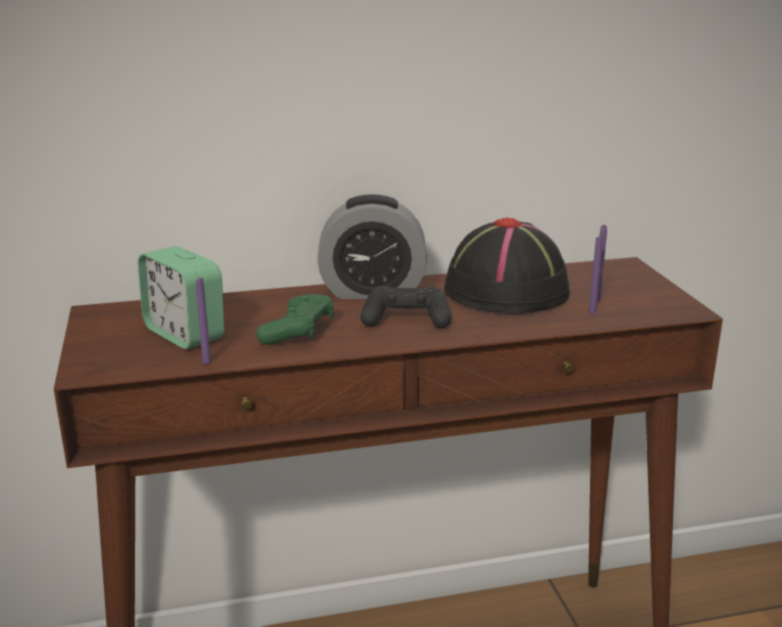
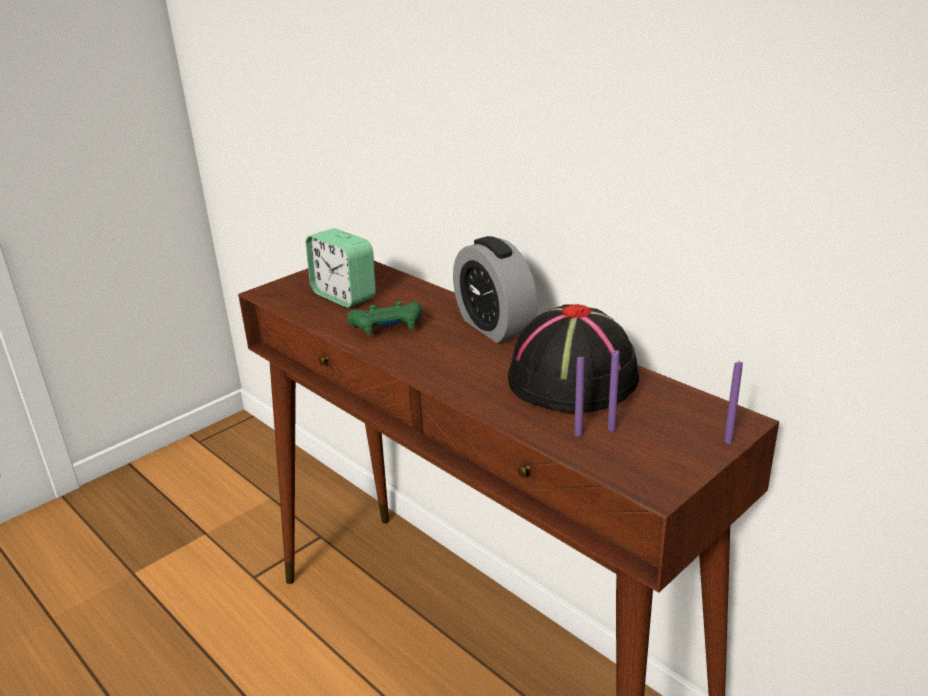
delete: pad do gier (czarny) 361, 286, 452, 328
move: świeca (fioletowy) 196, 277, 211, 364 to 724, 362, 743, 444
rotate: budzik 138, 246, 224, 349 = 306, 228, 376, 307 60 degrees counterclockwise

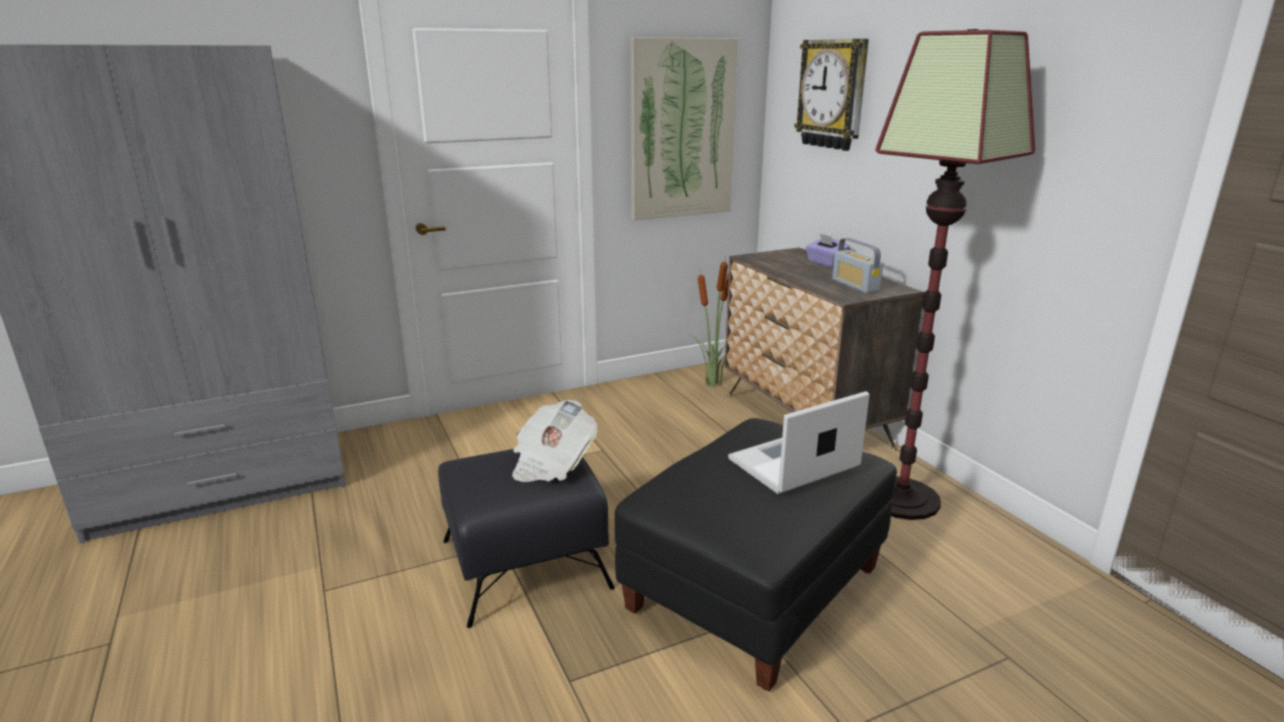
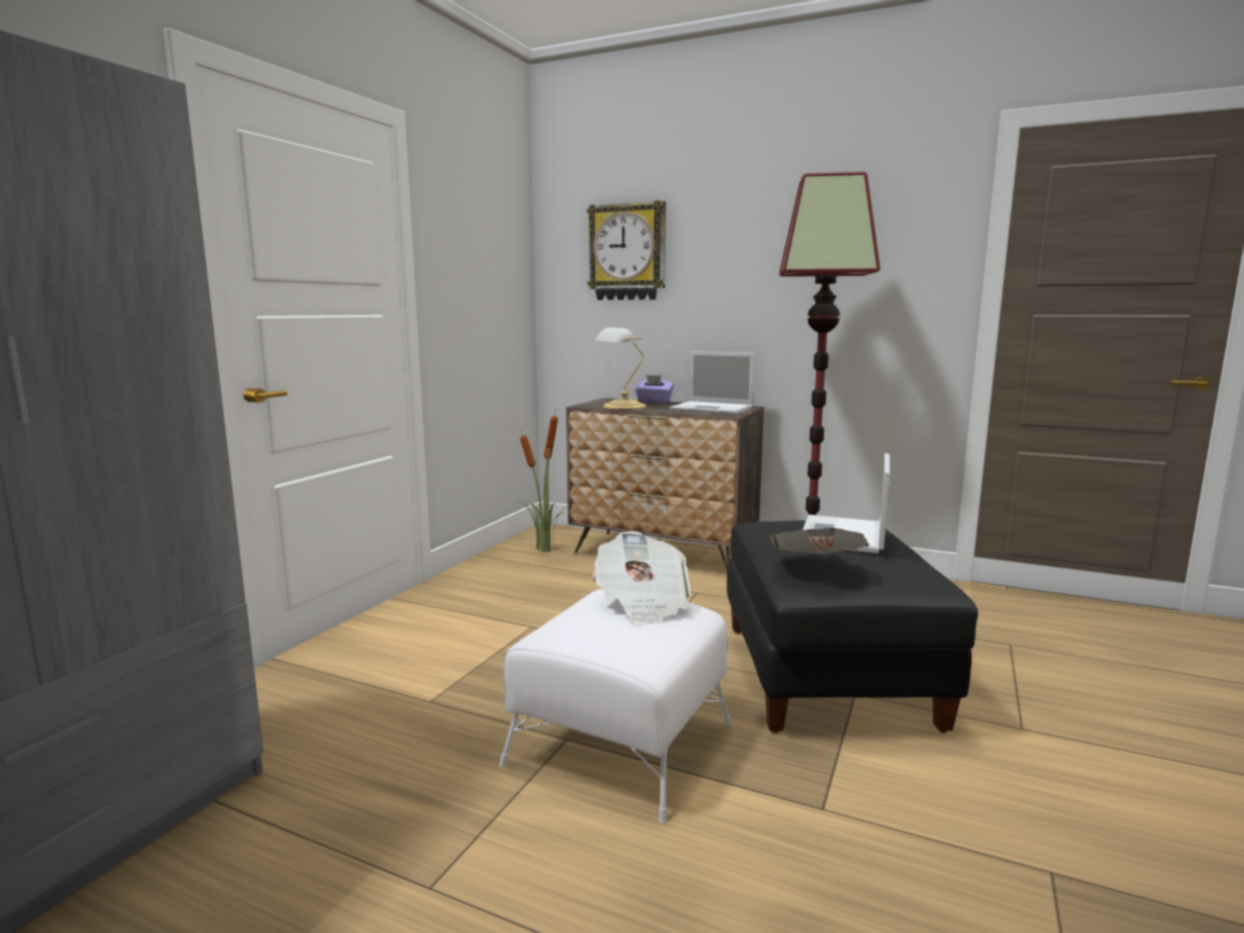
delete: obraz 630, 37, 738, 220
insert: lampa stołowa 595, 327, 646, 409; gazeta 769, 528, 869, 553
replace: radio 832, 238, 883, 293 to laptop 670, 351, 755, 415
recolor: pufa (czarny) 438, 449, 615, 628 to pufa (biały) 499, 589, 732, 824

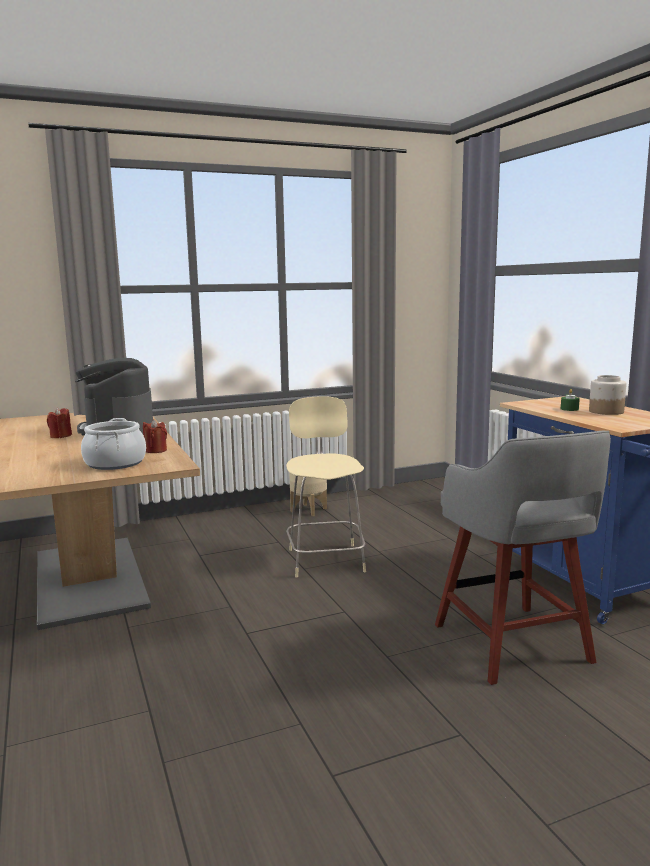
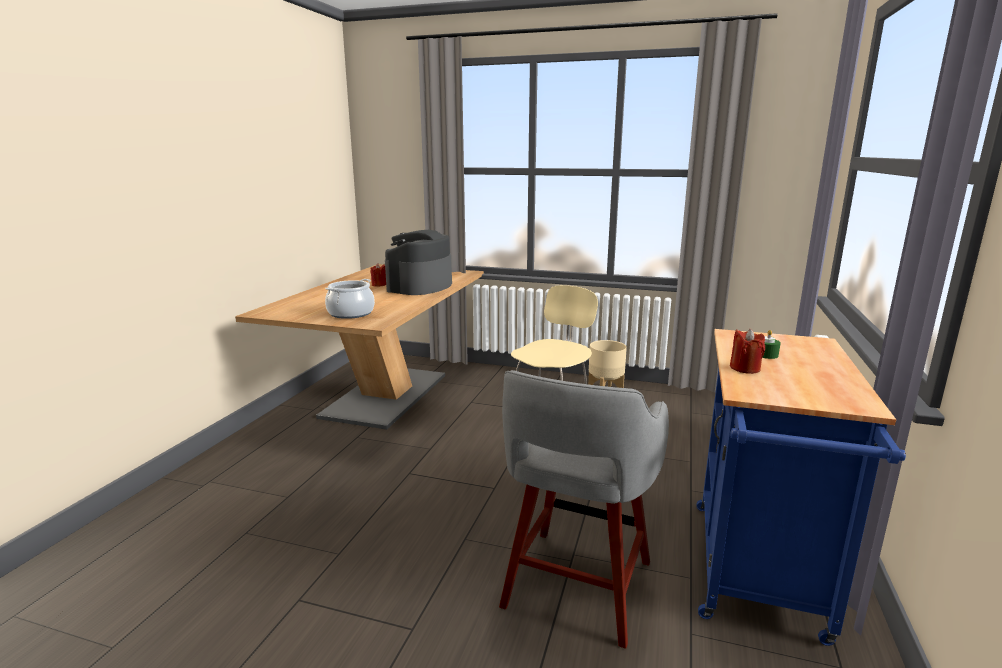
delete: słoik 589, 375, 626, 415
move: świeca (czerwony) 143, 419, 167, 453 to 730, 329, 765, 374

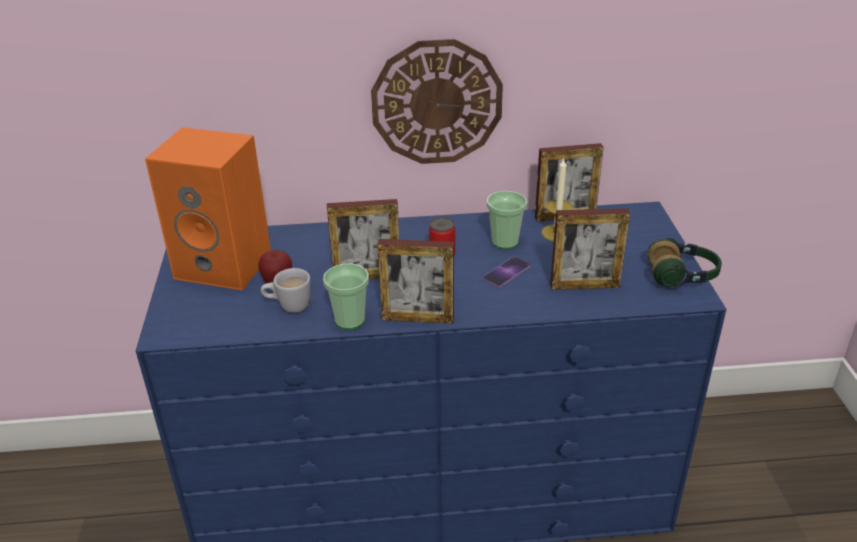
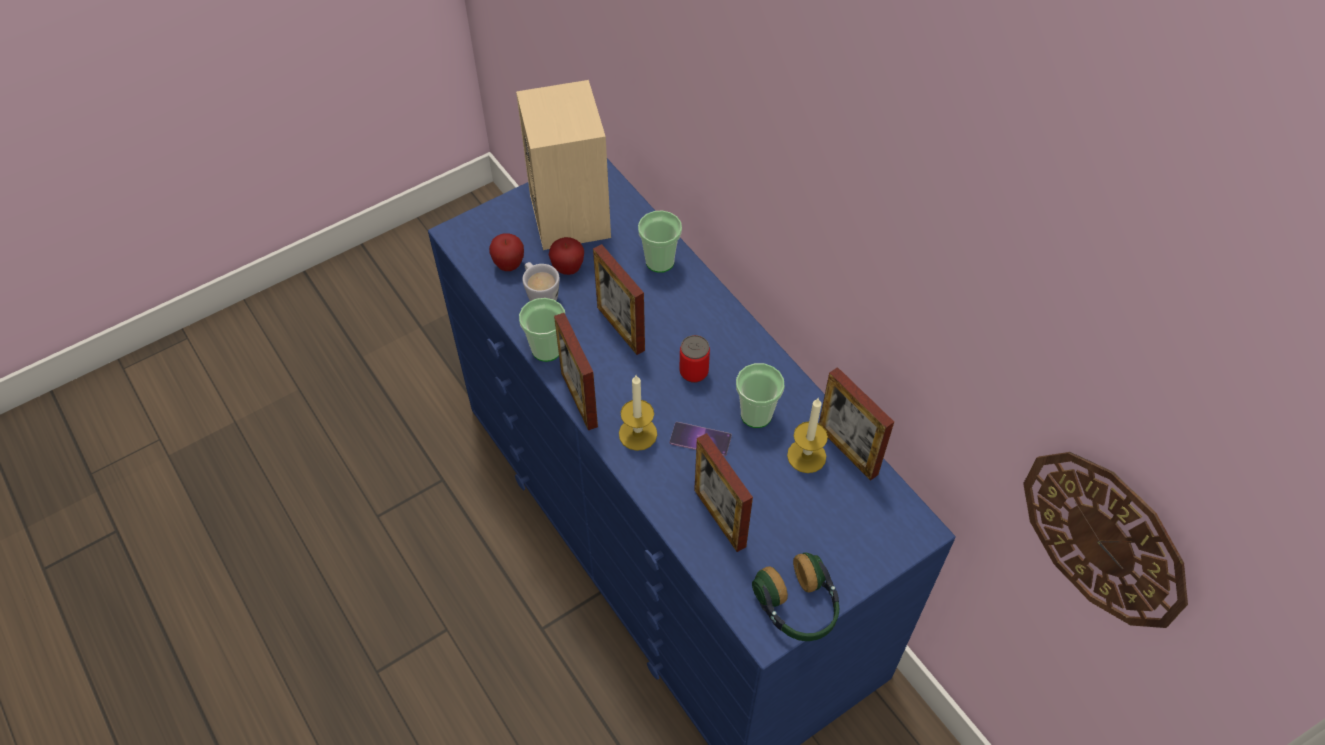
insert: filiżanka 638, 210, 682, 273; jabłko 489, 233, 524, 271; świeca 619, 375, 657, 451
move: zegar ścienny 371, 39, 503, 164 to 1023, 452, 1188, 628
recolor: głośnik (pomarańczowy) 145, 127, 271, 291 to głośnik (beżowy) 516, 80, 611, 250

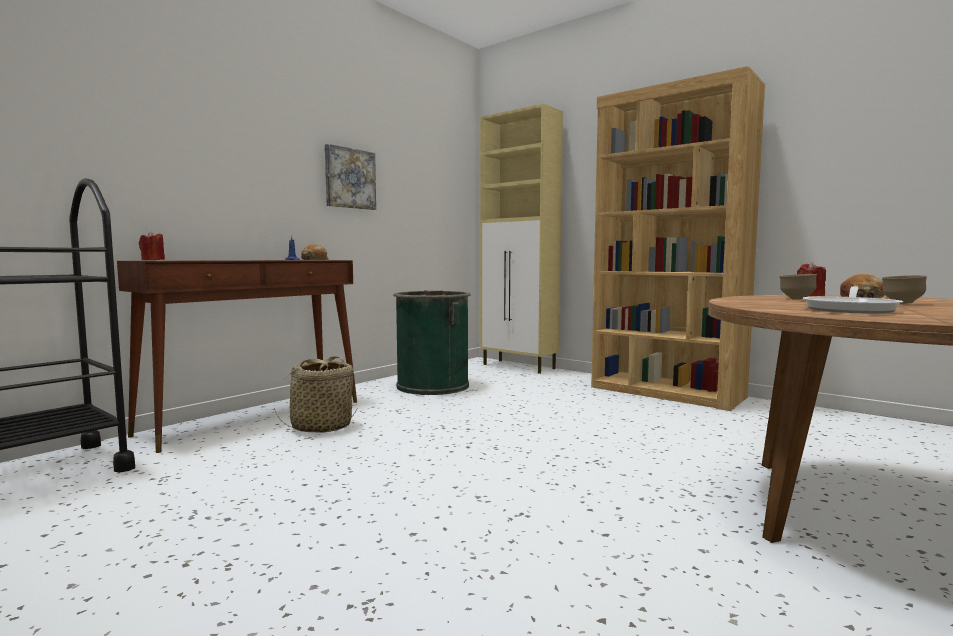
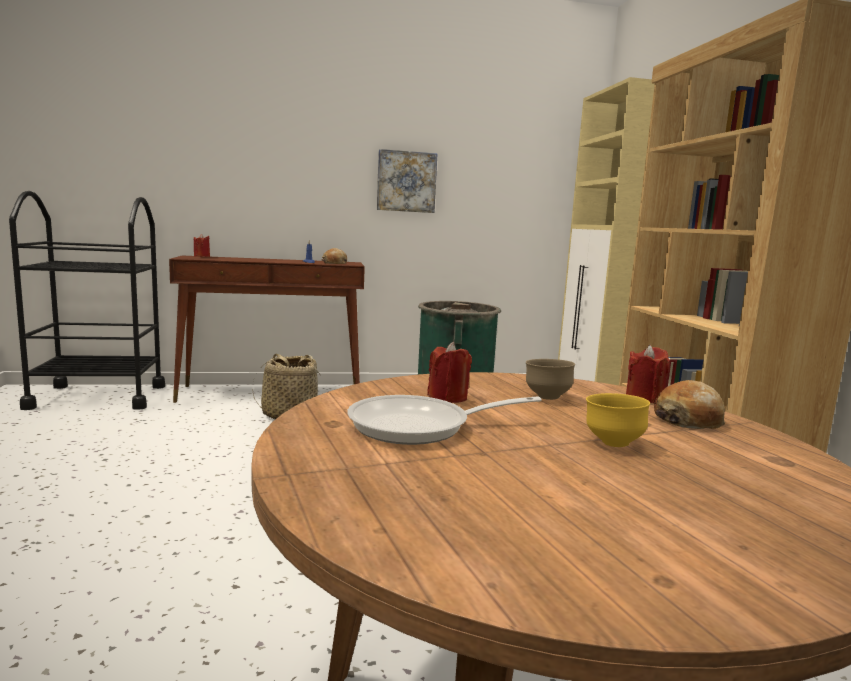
insert: świeca (czerwony) 427, 342, 472, 403
recolor: miska (brązowy) 882, 275, 927, 304 to miska (żółty) 586, 393, 650, 447

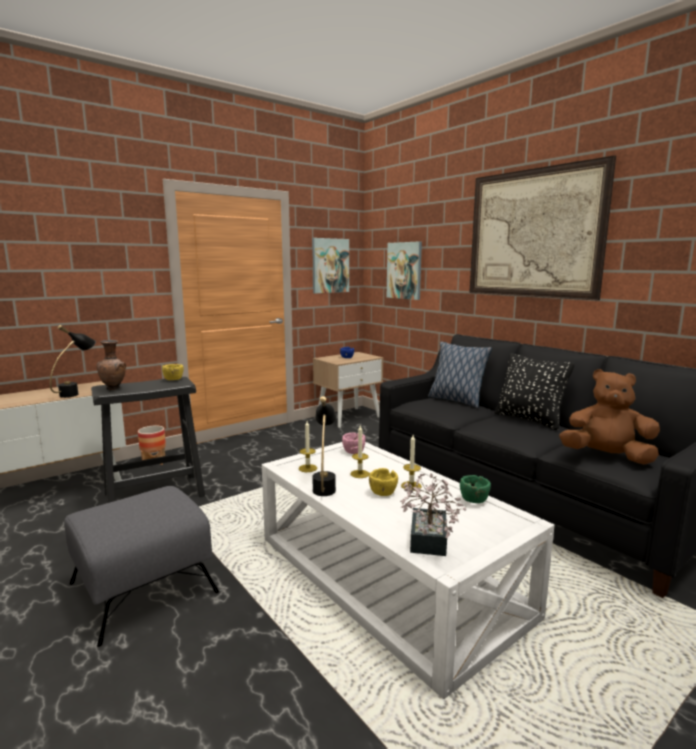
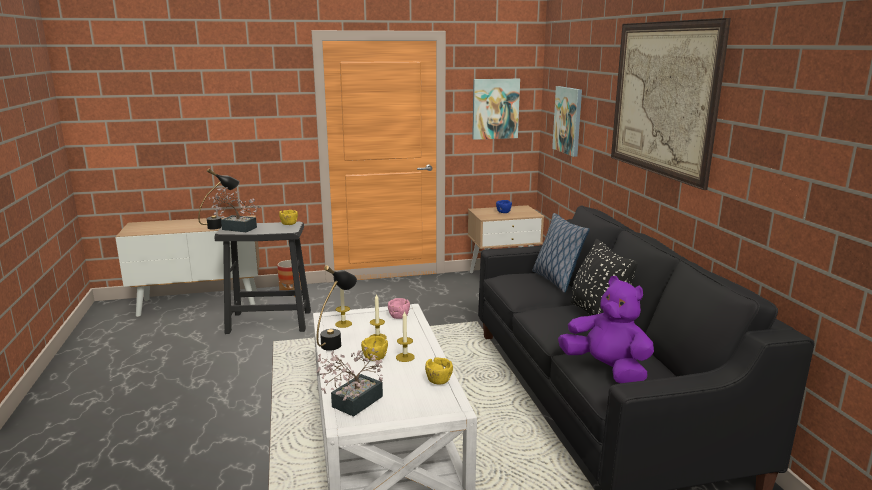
delete: pufa (szary) 64, 486, 219, 647
replace: wazon (brązowy) 96, 340, 126, 390 to roślina doniczkowa 208, 187, 261, 232
recolor: pluszak (brązowy) 559, 369, 660, 465 to pluszak (fioletowy) 558, 276, 654, 383; miska (zielony) 460, 475, 491, 503 to miska (żółty) 425, 358, 453, 385

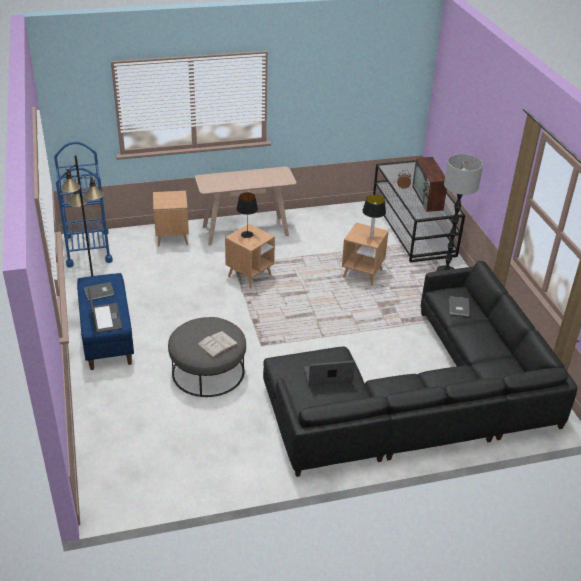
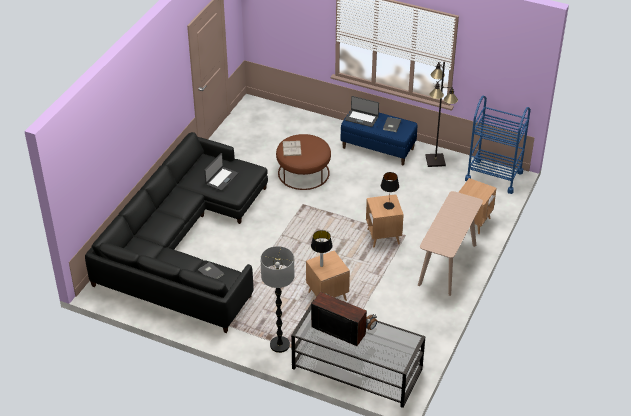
recolor: pufa (szary) 168, 317, 246, 397 to pufa (brązowy) 276, 134, 331, 190

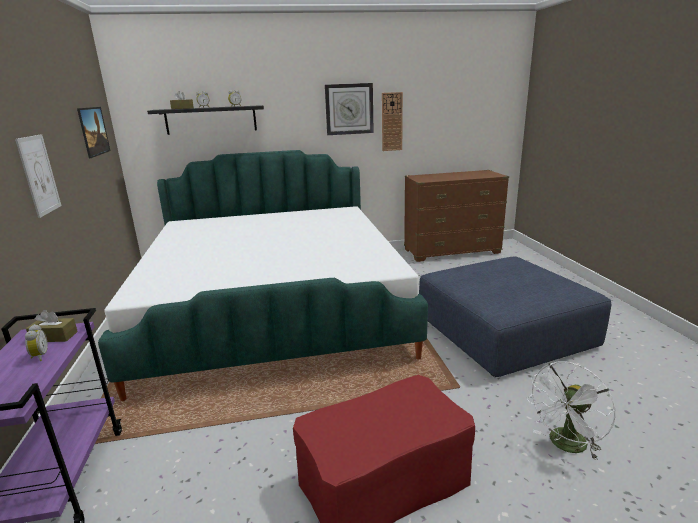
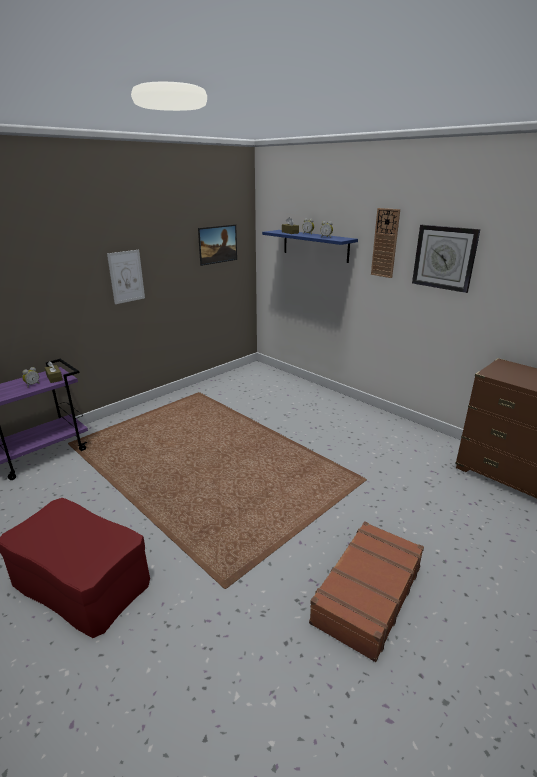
delete: łóżko 98, 150, 428, 401; wentylator (biały) 526, 361, 616, 460
move: zegar ścienny 382, 92, 403, 151 to 371, 208, 400, 278
replace: pufa (niebieski) 419, 256, 611, 377 to walizka (brązowy) 309, 521, 424, 662
recolor: półka (czarny) 147, 105, 264, 135 to półka (niebieski) 262, 230, 358, 263

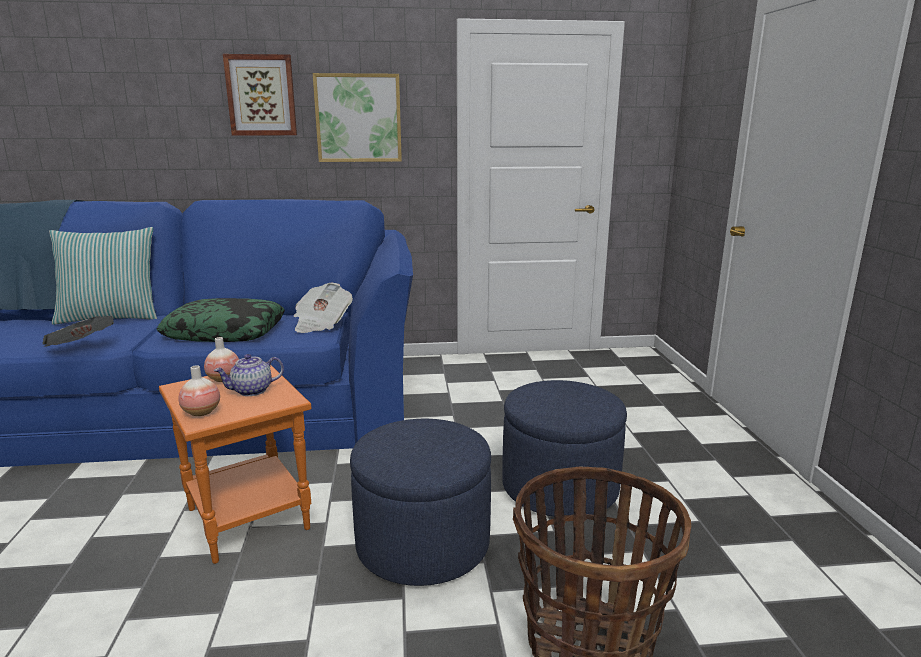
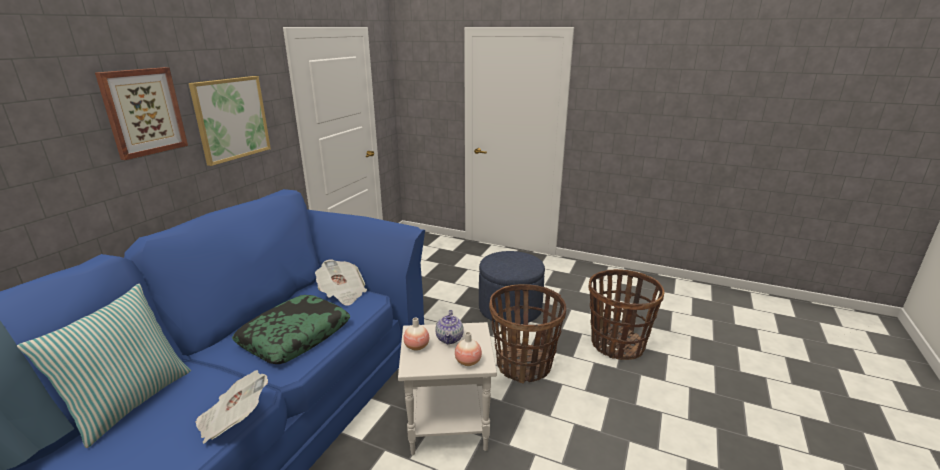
replace: pufa (niebieski) 350, 419, 491, 586 to koszyk 489, 284, 566, 384
recolor: stolik (pomarańczowy) 159, 365, 311, 564 to stolik (biały) 398, 322, 497, 455

